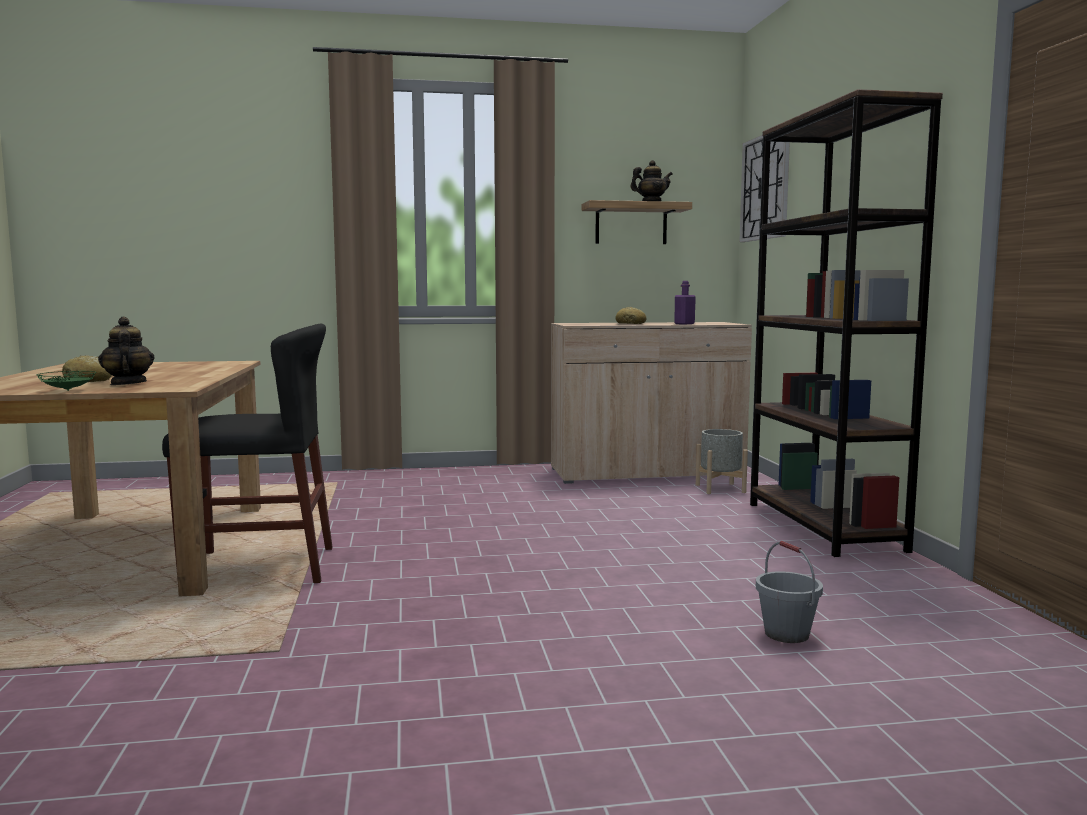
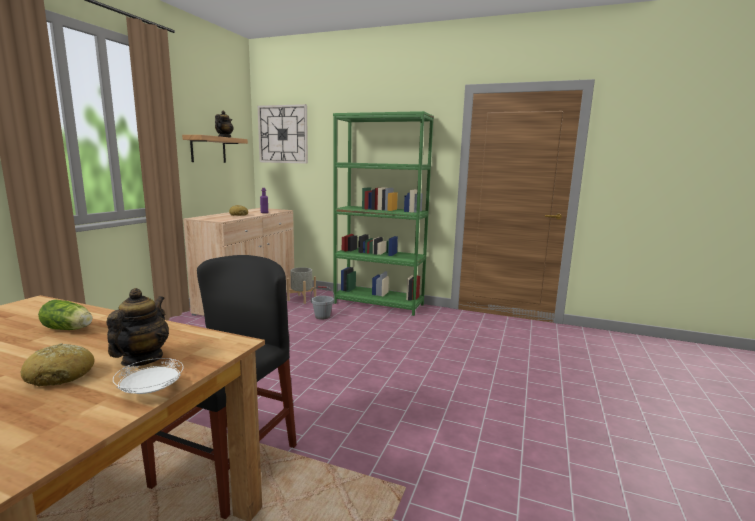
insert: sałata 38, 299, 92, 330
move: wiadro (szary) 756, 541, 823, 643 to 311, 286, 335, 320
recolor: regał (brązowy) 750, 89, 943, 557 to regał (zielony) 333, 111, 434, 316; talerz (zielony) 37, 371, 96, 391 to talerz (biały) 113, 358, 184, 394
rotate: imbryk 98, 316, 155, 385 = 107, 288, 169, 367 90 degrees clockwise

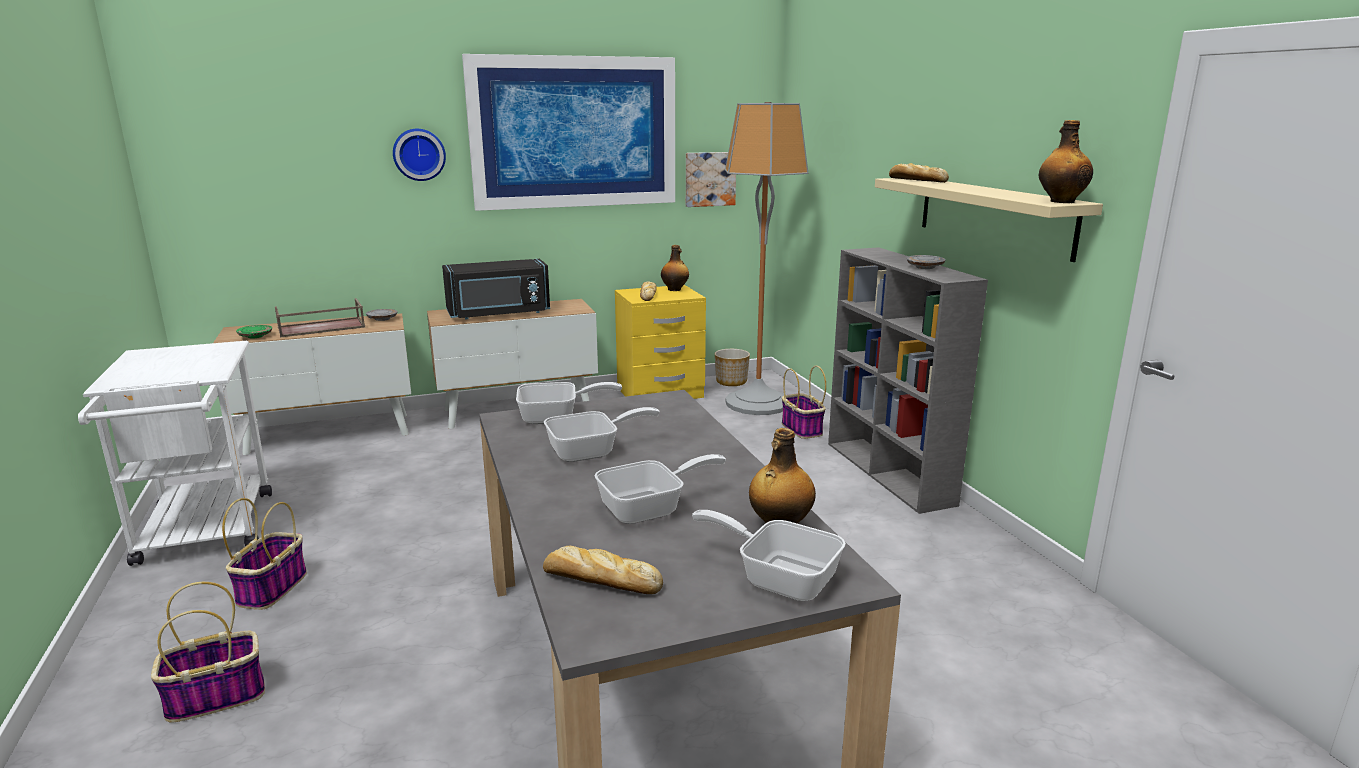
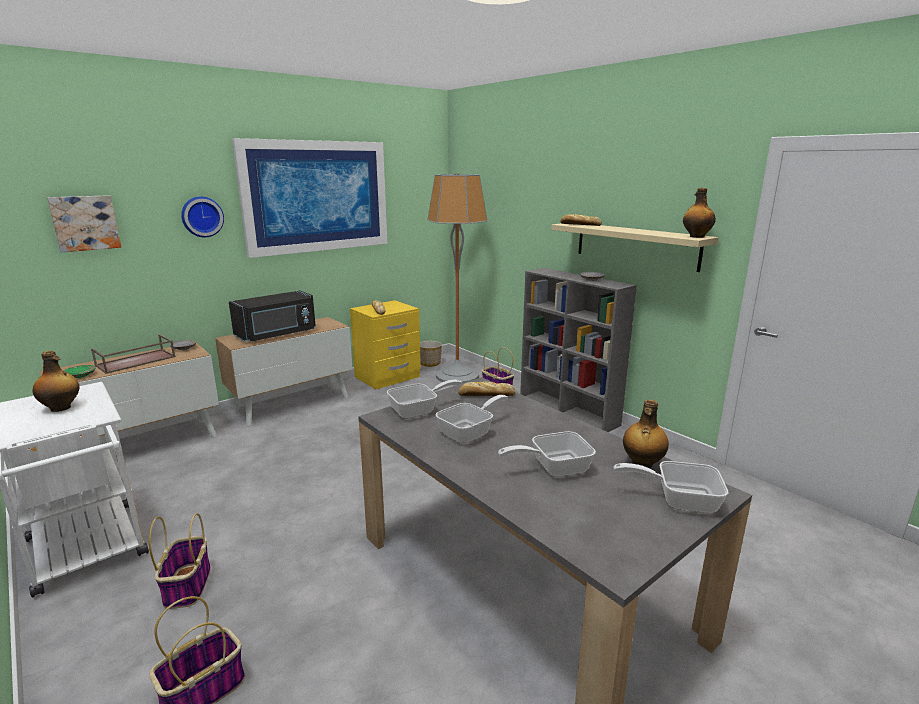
move: obraz 686, 152, 736, 207 to 47, 195, 121, 252; butelka 661, 245, 689, 291 to 33, 351, 80, 412; chleb 543, 545, 663, 594 to 458, 382, 515, 396
rotate: patelnia 594, 454, 726, 524 = 498, 431, 596, 477 150 degrees counterclockwise

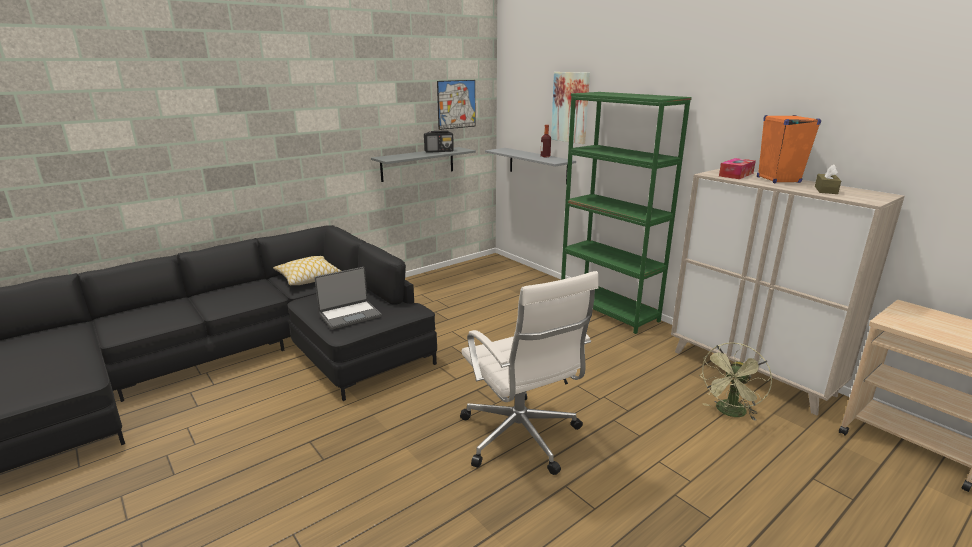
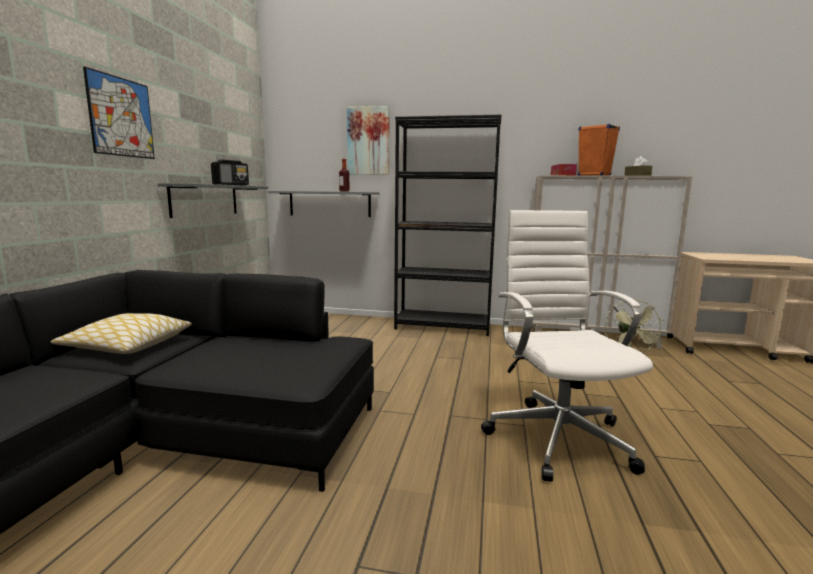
delete: laptop 314, 267, 382, 329
move: obraz 437, 80, 476, 130 to 83, 67, 155, 159
recolor: regał (zielony) 561, 92, 692, 334 to regał (czarny) 394, 115, 501, 336
rotate: krzesło biurowe (biały) 460, 271, 599, 475 = 481, 210, 653, 482 120 degrees counterclockwise

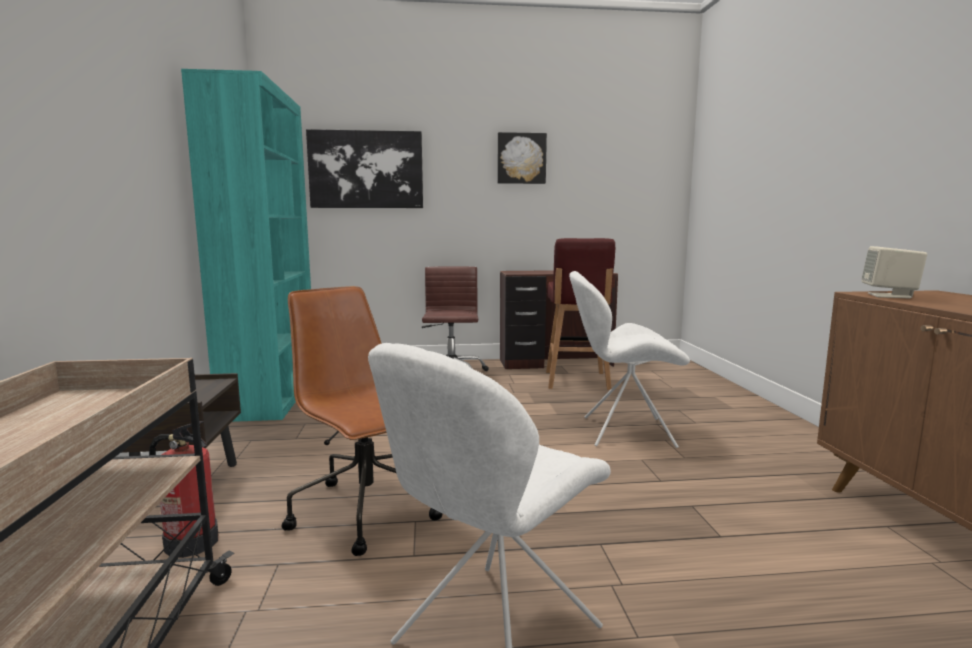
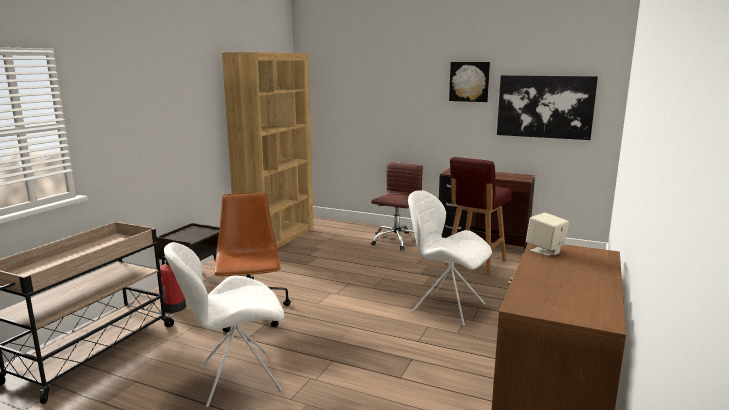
move: obraz 306, 129, 423, 208 to 497, 75, 598, 140
recolor: regał (turkusowy) 181, 69, 311, 422 to regał (brązowy) 222, 52, 314, 248

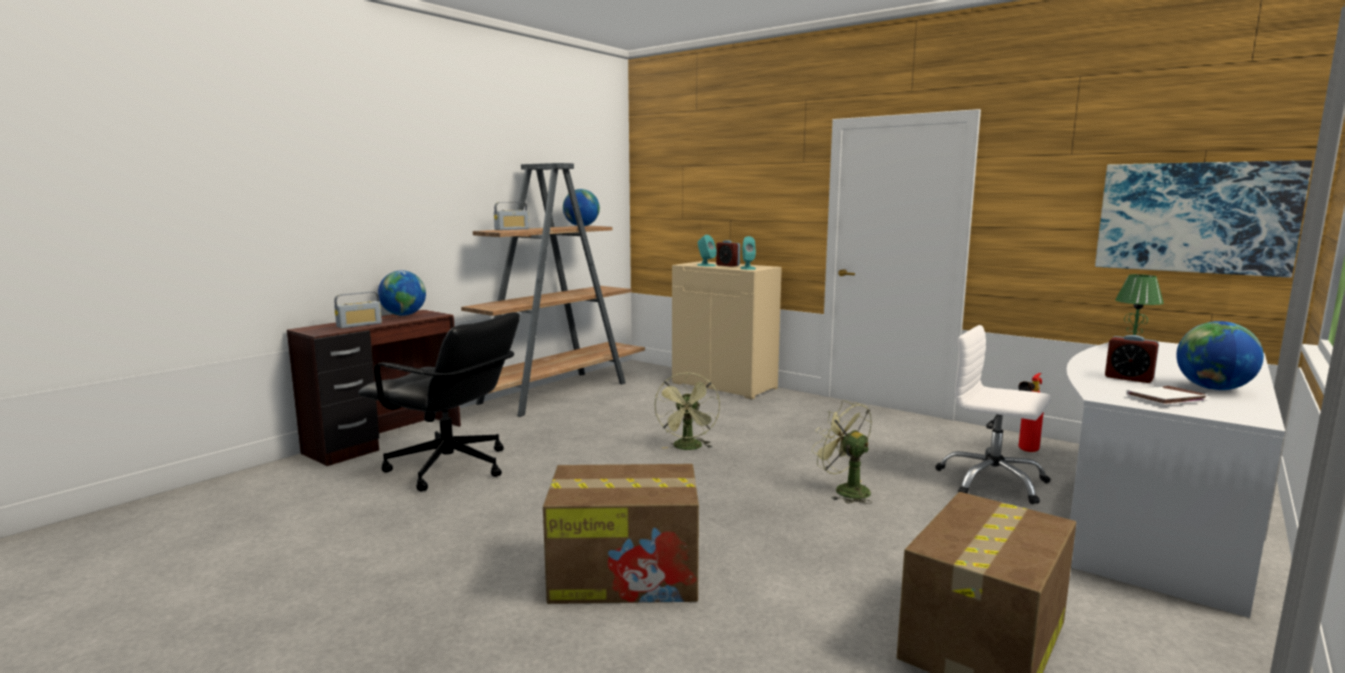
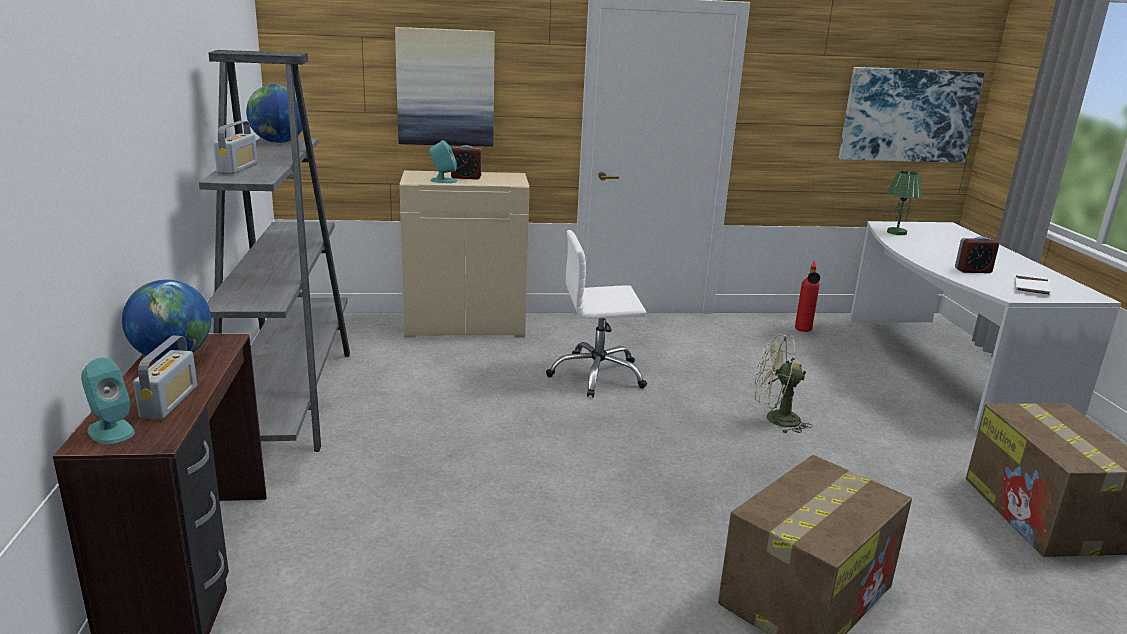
delete: krzesło biurowe (czarny) 358, 312, 520, 491; globus 1176, 321, 1264, 390; wentylator (zielony) 654, 373, 720, 450
insert: obraz 395, 27, 495, 147
move: głośnik (turkusowy) 740, 236, 756, 270 to 81, 357, 135, 444; krzesło biurowe (biały) 935, 325, 1051, 504 to 546, 230, 647, 398
recolor: regał (brązowy) 461, 163, 645, 417 to regał (szary) 199, 50, 350, 452

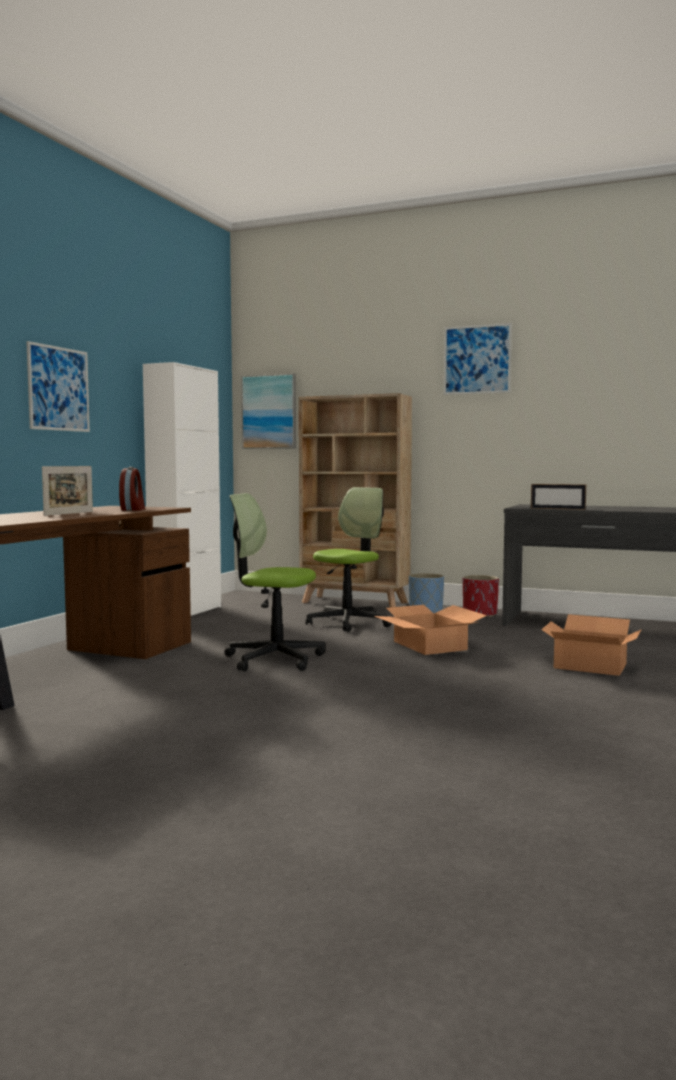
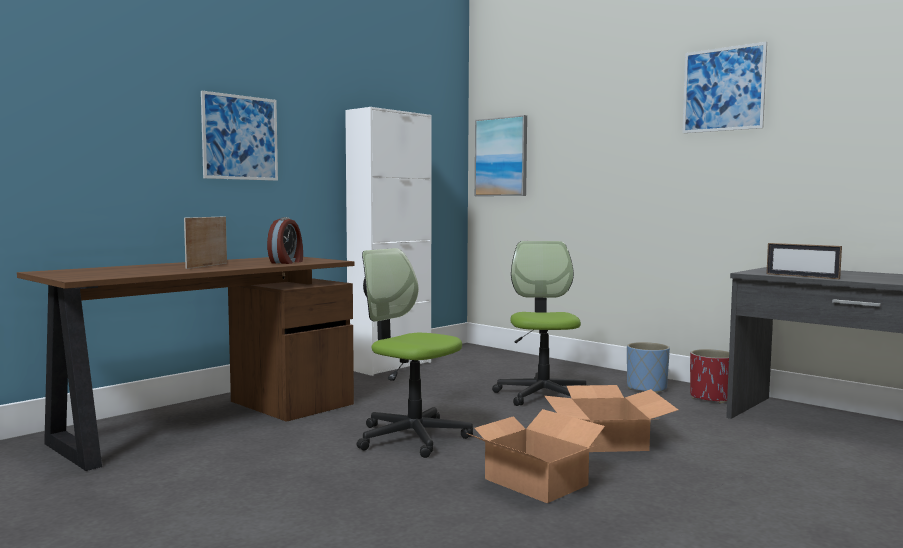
delete: regał (beżowy) 299, 393, 412, 607
move: karton 541, 614, 642, 676 to 466, 409, 605, 503
rotate: ramka na zdjęcie 42, 466, 93, 516 = 184, 216, 227, 269 150 degrees clockwise; krzesło biurowe 306, 487, 392, 632 = 492, 241, 587, 406 60 degrees counterclockwise

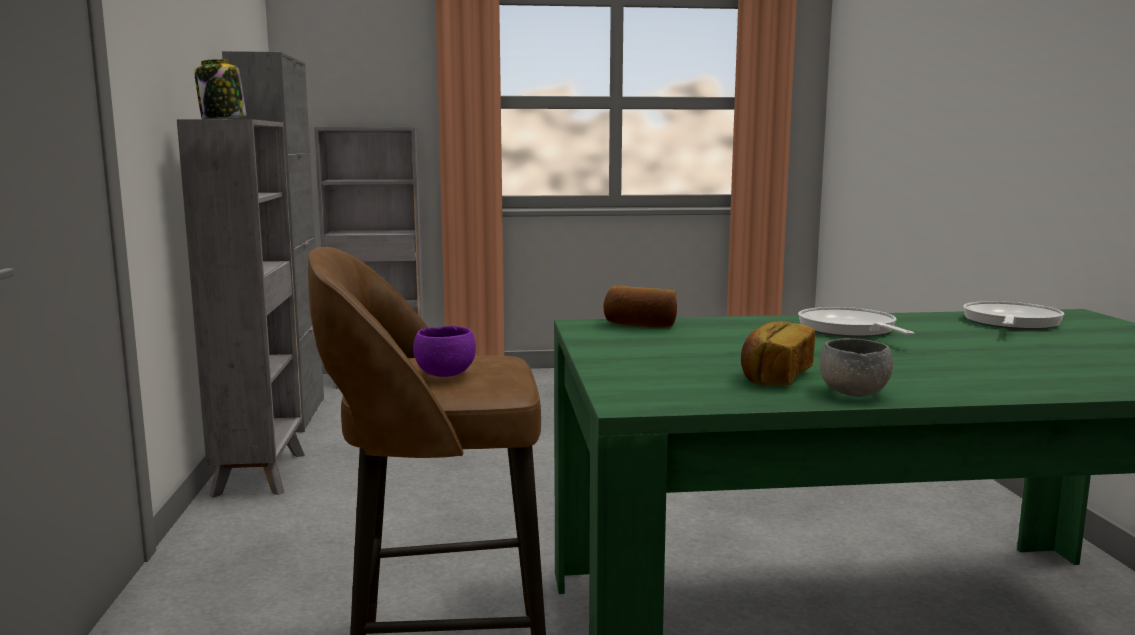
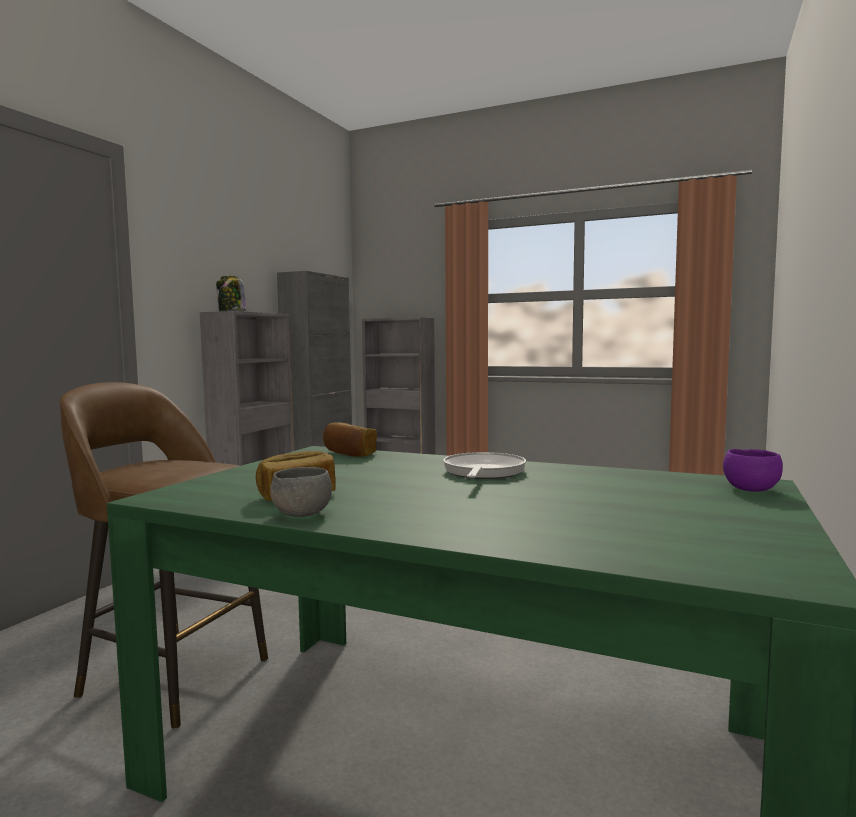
delete: patelnia 963, 301, 1064, 330
move: miska (fioletowy) 413, 326, 476, 377 to 723, 449, 783, 492

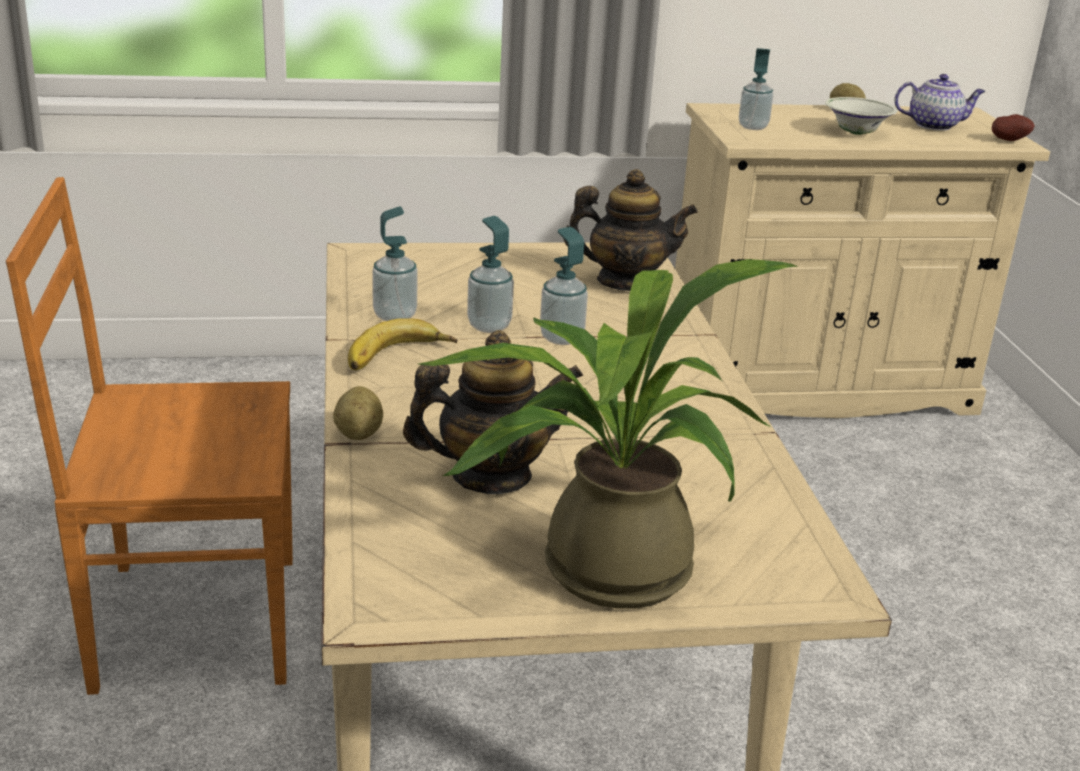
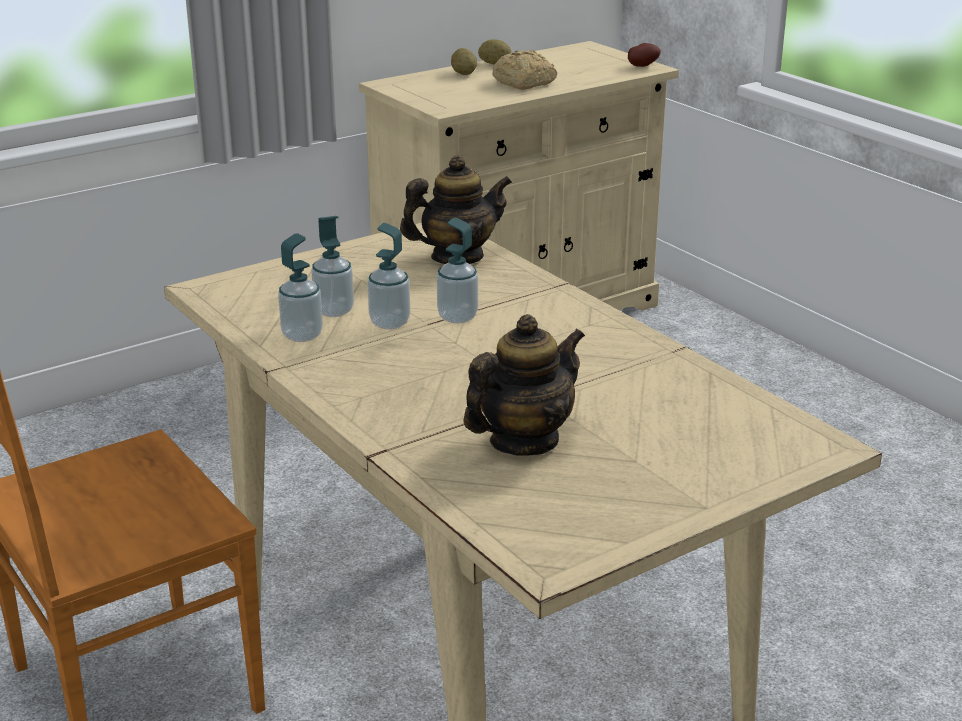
delete: imbryk 895, 74, 986, 131; roślina doniczkowa 419, 259, 798, 609; banan 348, 318, 457, 370
move: dozownik mydła 739, 48, 774, 130 to 312, 216, 354, 317; ziemniak 333, 386, 383, 440 to 451, 48, 477, 75
replace: miska (biały) 825, 97, 898, 135 to chleb 492, 50, 557, 90

